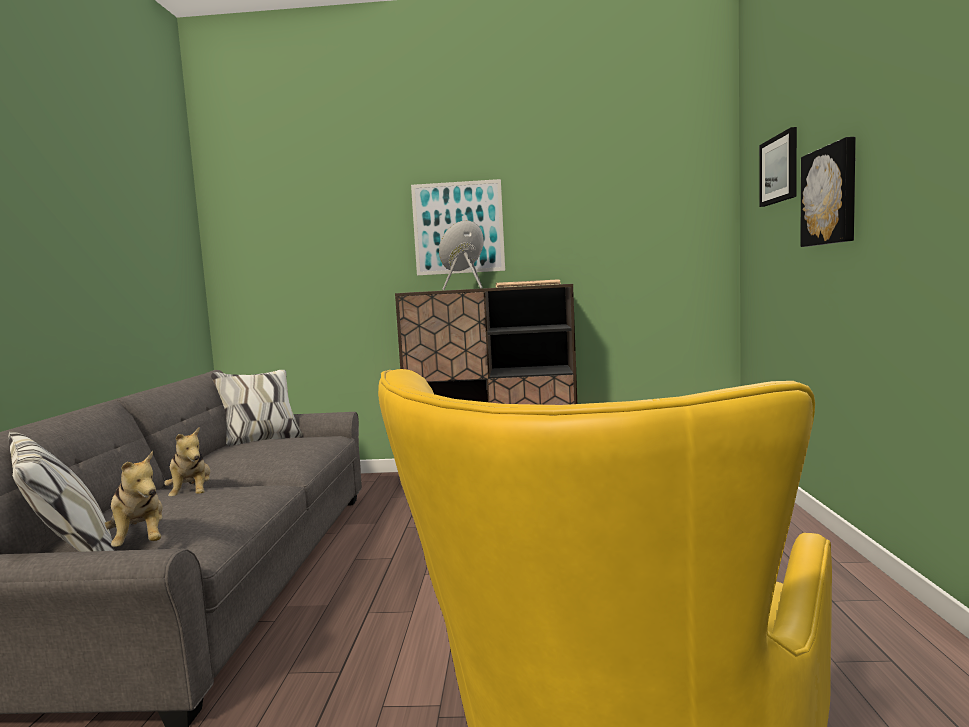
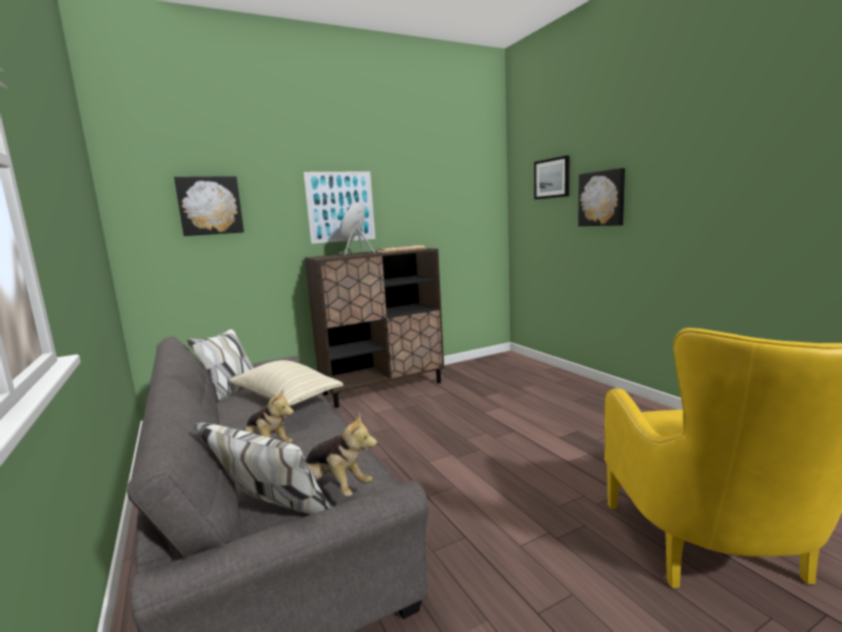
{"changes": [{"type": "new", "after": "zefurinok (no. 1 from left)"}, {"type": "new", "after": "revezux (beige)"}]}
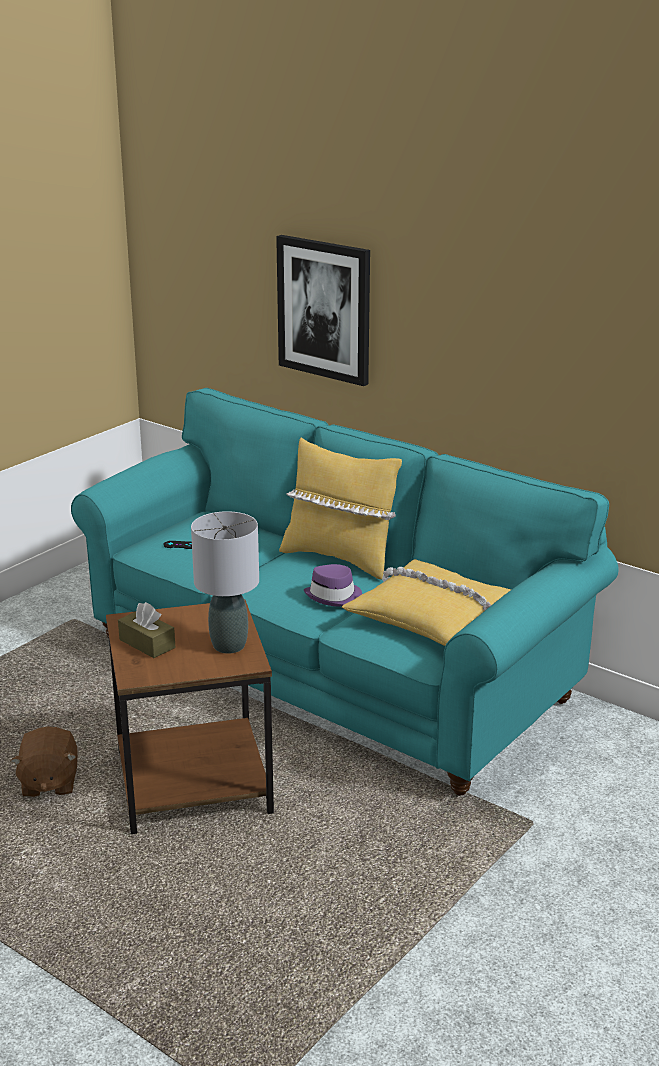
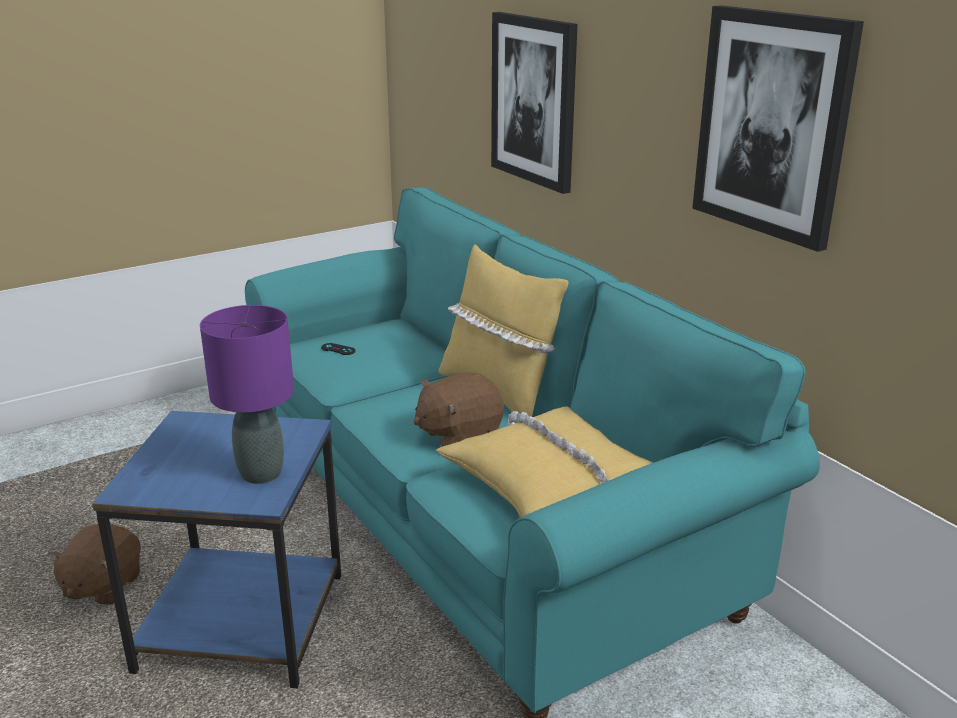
{"changes": [{"type": "repainted", "before": "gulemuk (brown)", "after": "gulemuk (blue)"}, {"type": "gone", "before": "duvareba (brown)"}, {"type": "repainted", "before": "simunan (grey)", "after": "simunan (purple)"}, {"type": "swapped", "before": "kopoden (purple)", "after": "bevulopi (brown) (no. 2 from left)"}, {"type": "new", "after": "zefurinok (no. 2 from left)"}]}
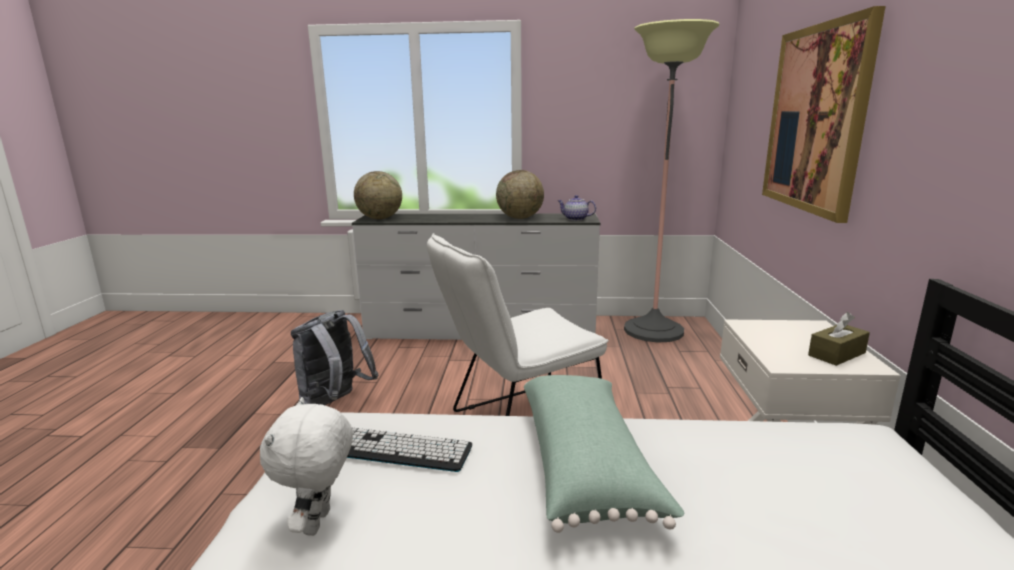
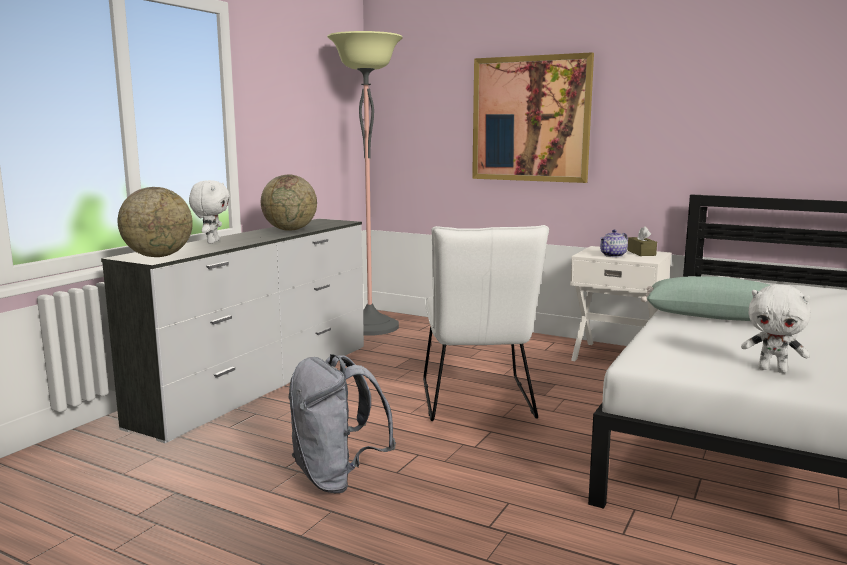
{"changes": [{"type": "gone", "before": "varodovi"}, {"type": "shifted", "before": "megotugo"}, {"type": "new", "after": "bevulopi (white) (no. 1 from left)"}]}
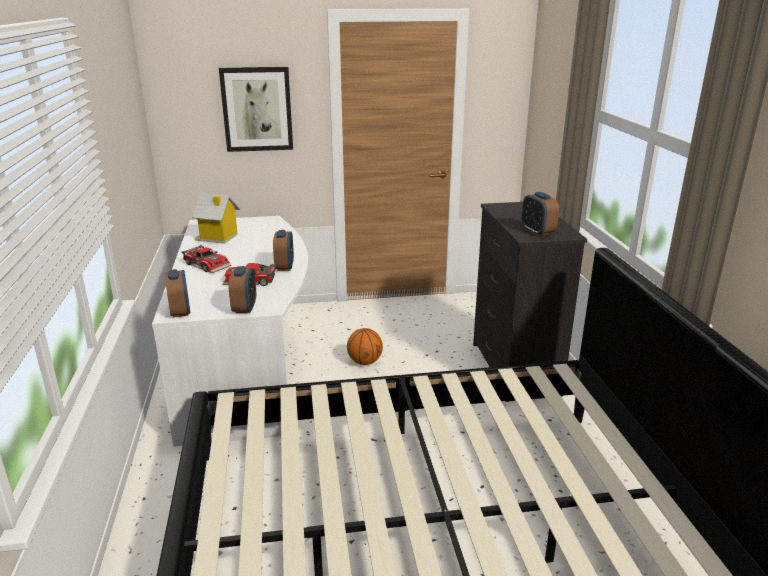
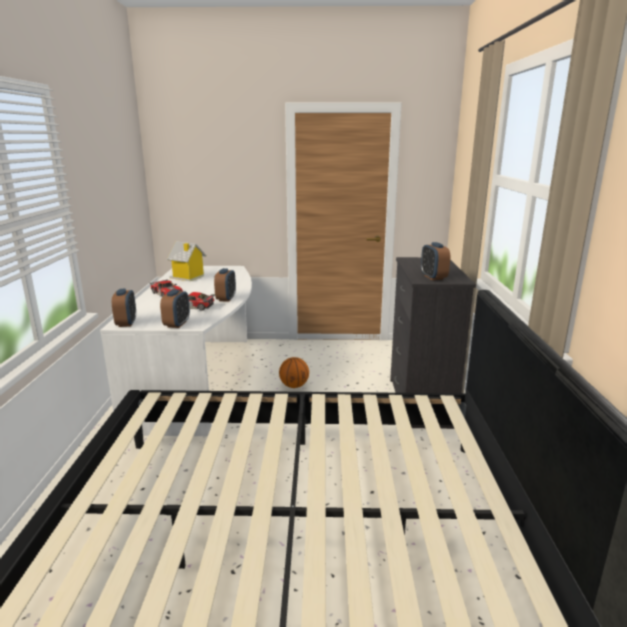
{"changes": [{"type": "gone", "before": "zefurinok"}]}
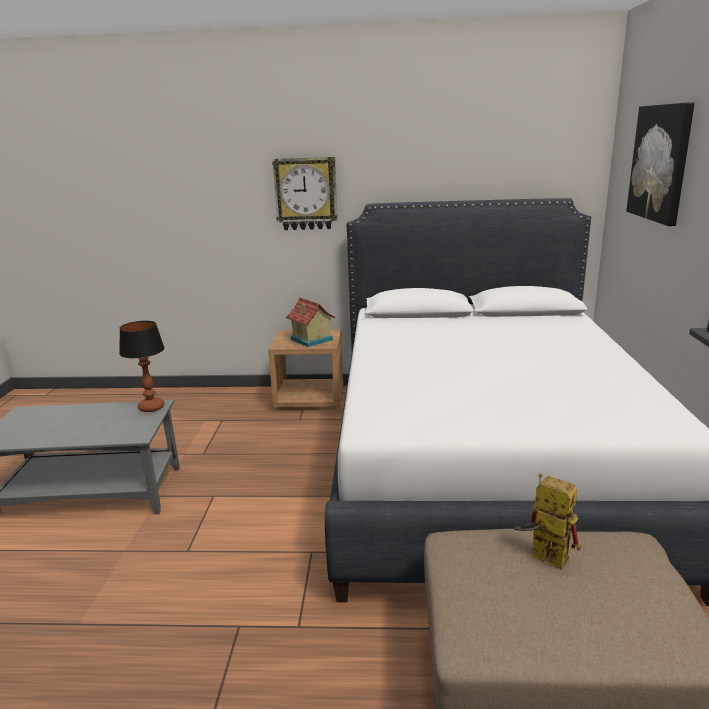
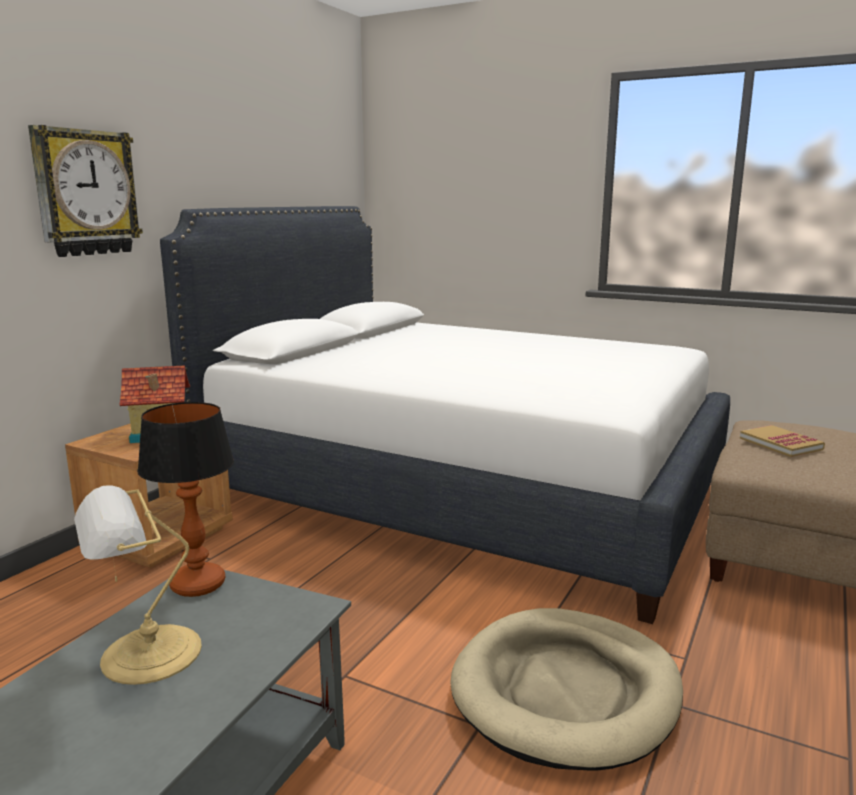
{"changes": [{"type": "swapped", "before": "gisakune", "after": "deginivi"}, {"type": "gone", "before": "zefurinok"}, {"type": "new", "after": "simunan (no. 1 from left)"}, {"type": "new", "after": "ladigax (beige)"}]}
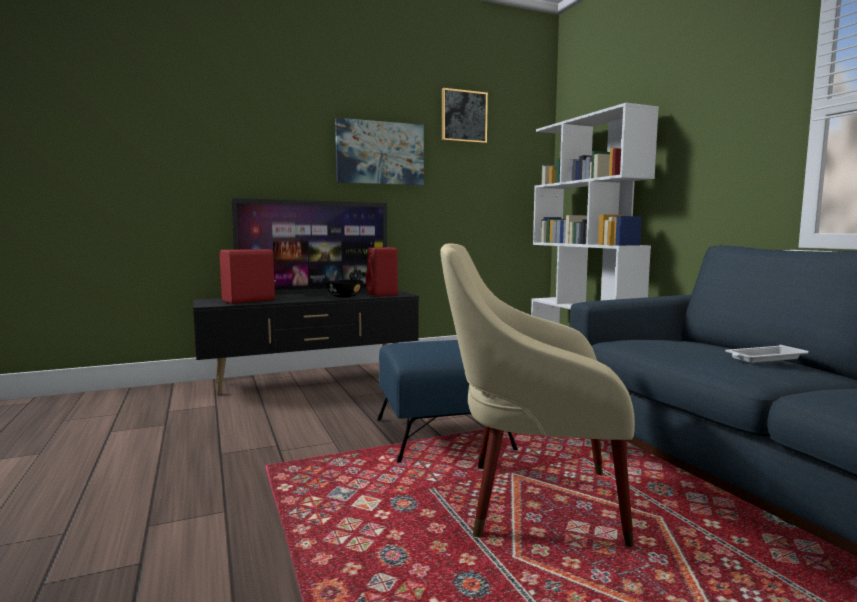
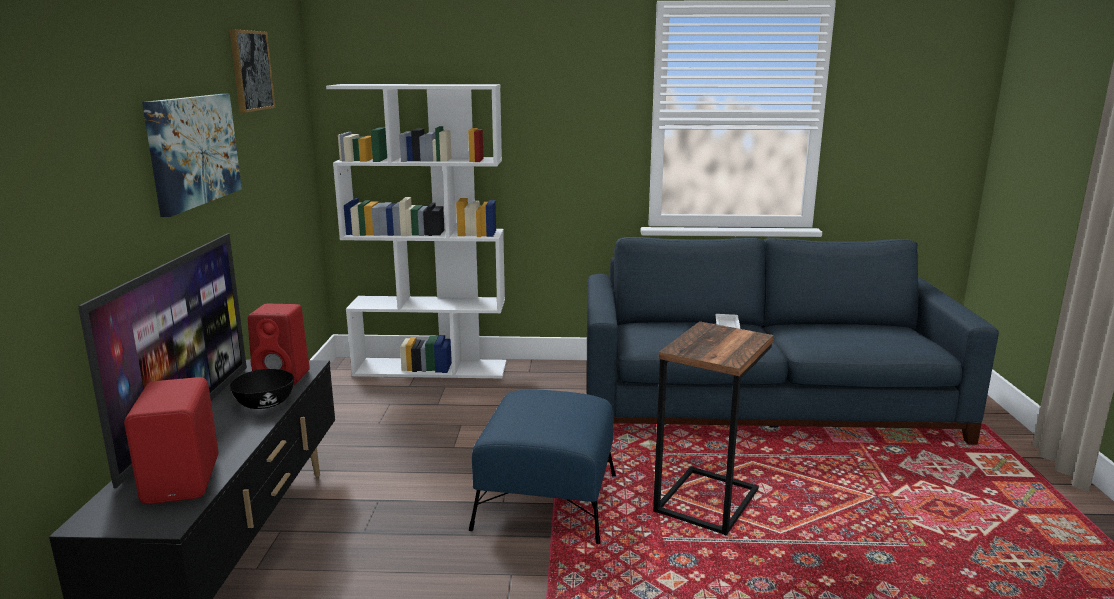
{"changes": [{"type": "swapped", "before": "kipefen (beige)", "after": "gulemuk"}]}
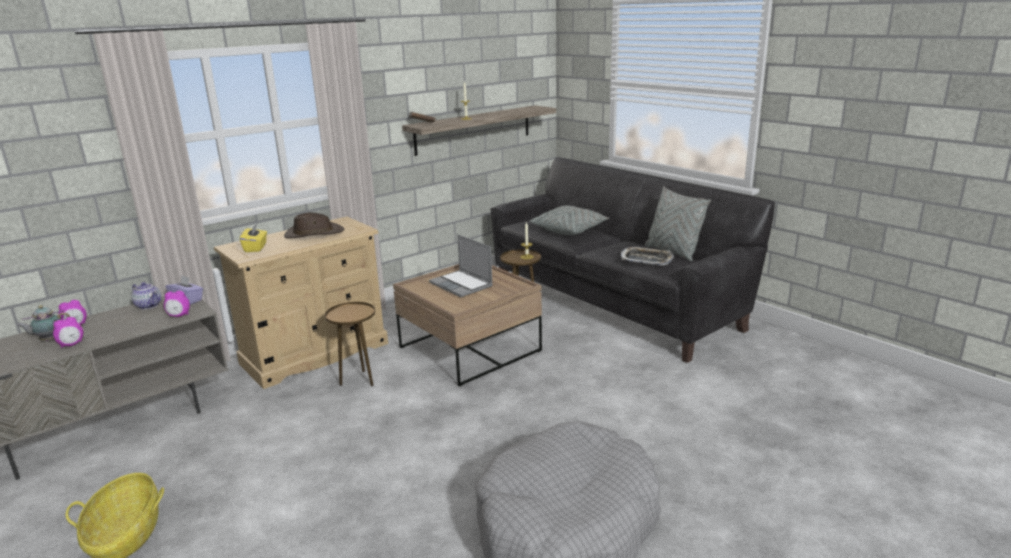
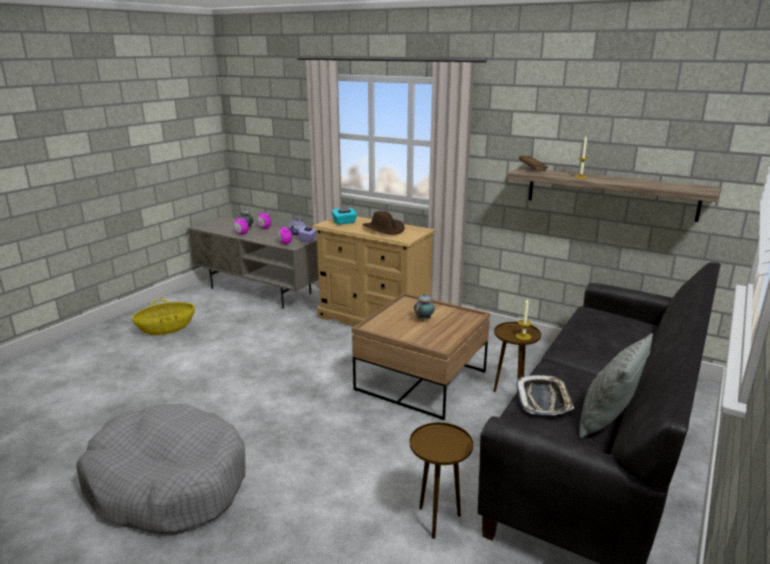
{"changes": [{"type": "repainted", "before": "duvareba (yellow)", "after": "duvareba (turquoise)"}, {"type": "shifted", "before": "gulemuk (brown) (no. 1 from left)"}, {"type": "swapped", "before": "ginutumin", "after": "megotugo (no. 3 from left)"}, {"type": "gone", "before": "revezux (grey) (no. 1 from left)"}]}
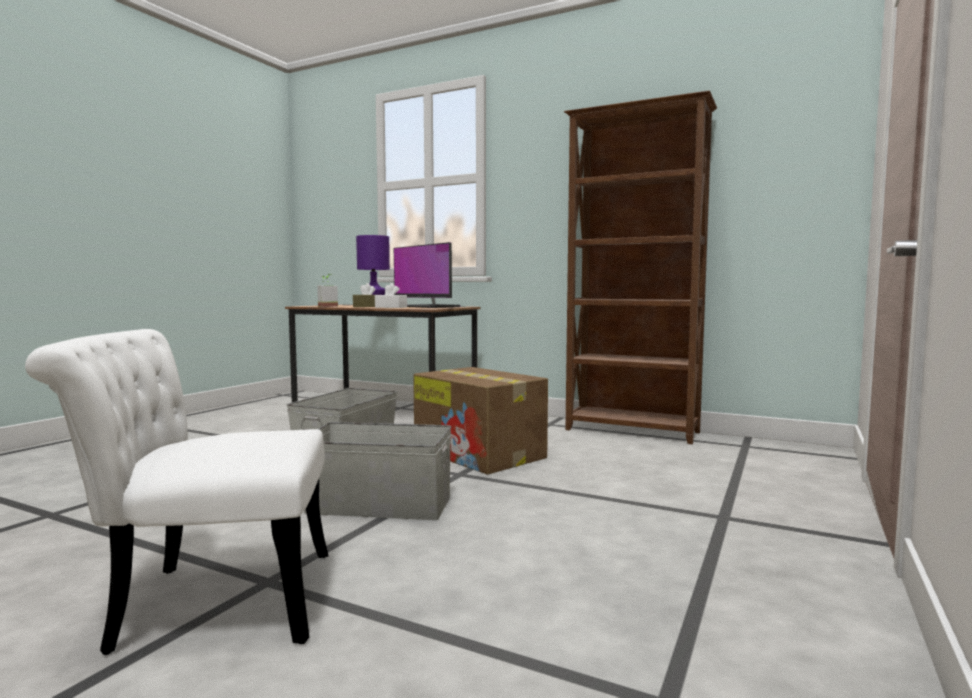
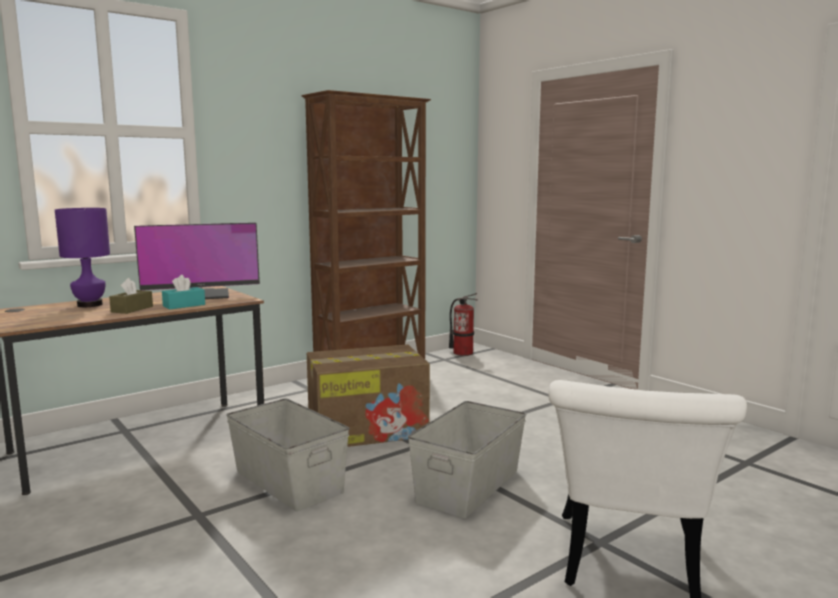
{"changes": [{"type": "gone", "before": "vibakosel"}, {"type": "repainted", "before": "duvareba (white)", "after": "duvareba (turquoise)"}, {"type": "new", "after": "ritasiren"}]}
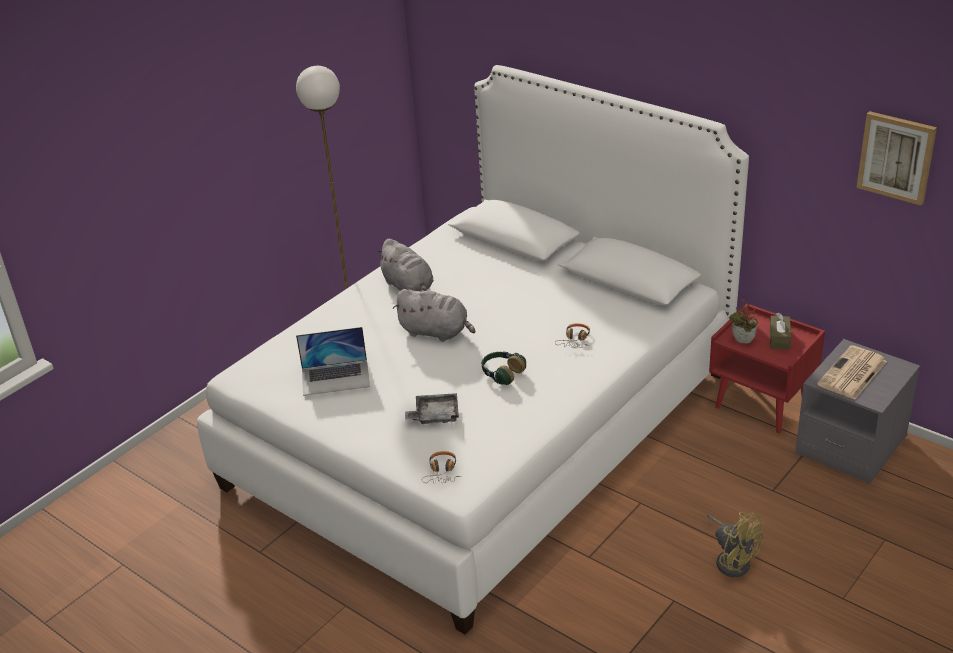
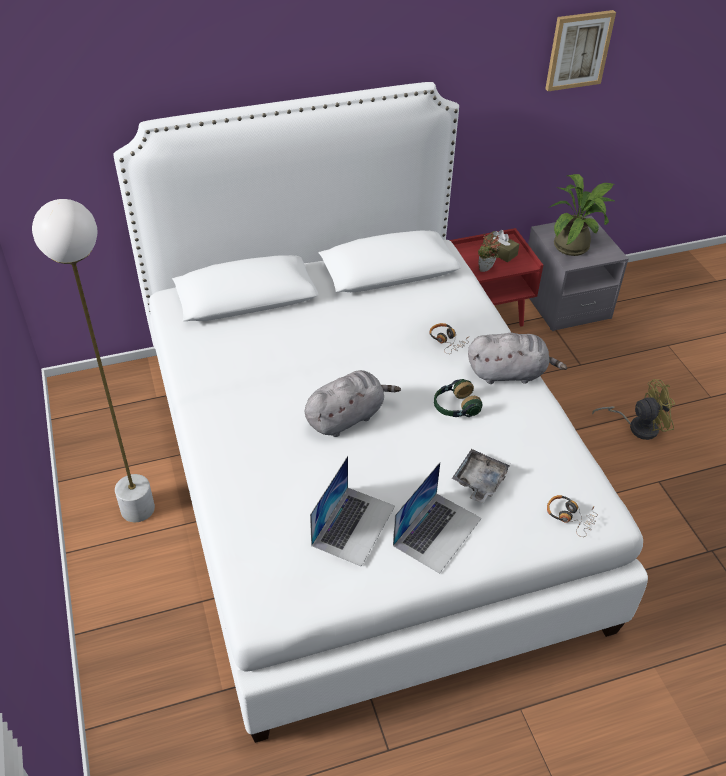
{"changes": [{"type": "shifted", "before": "bevulopi (grey) (no. 1 from left in the first image)", "after": "bevulopi (grey) (no. 2 from left)"}, {"type": "swapped", "before": "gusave", "after": "vibakosel (no. 2 from left)"}, {"type": "new", "after": "ginutumin (no. 2 from left)"}]}
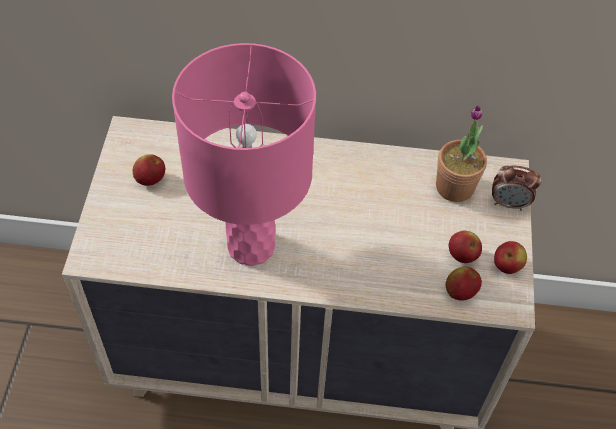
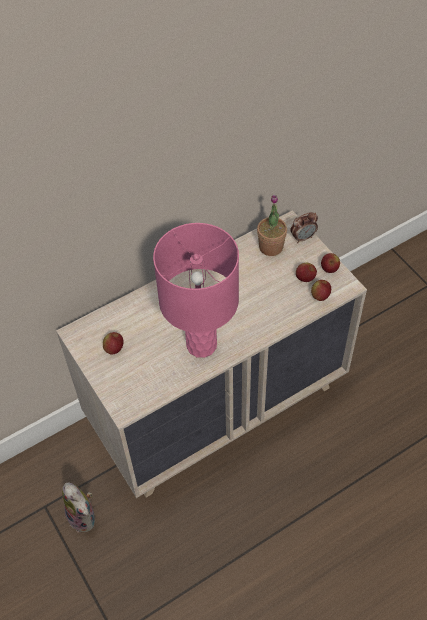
{"changes": [{"type": "new", "after": "bevulopi"}]}
